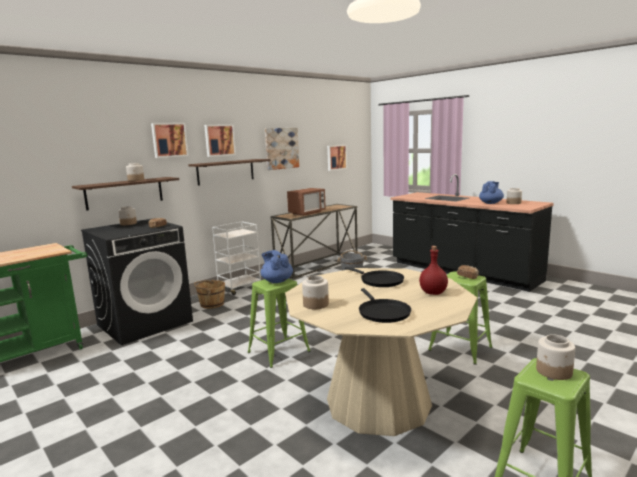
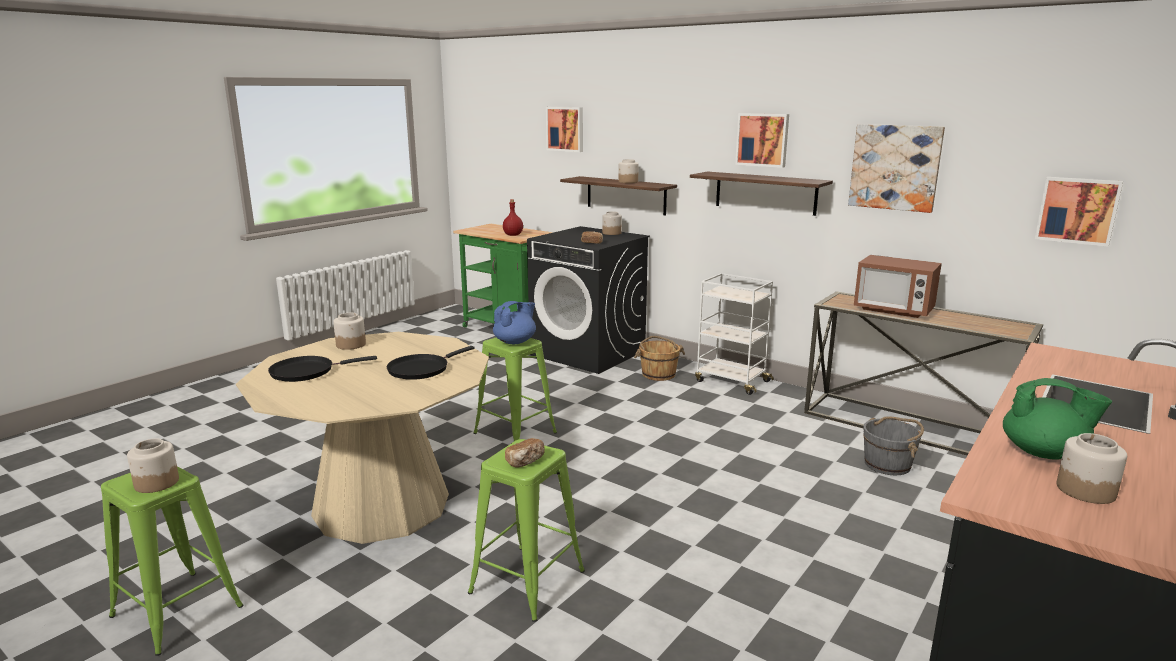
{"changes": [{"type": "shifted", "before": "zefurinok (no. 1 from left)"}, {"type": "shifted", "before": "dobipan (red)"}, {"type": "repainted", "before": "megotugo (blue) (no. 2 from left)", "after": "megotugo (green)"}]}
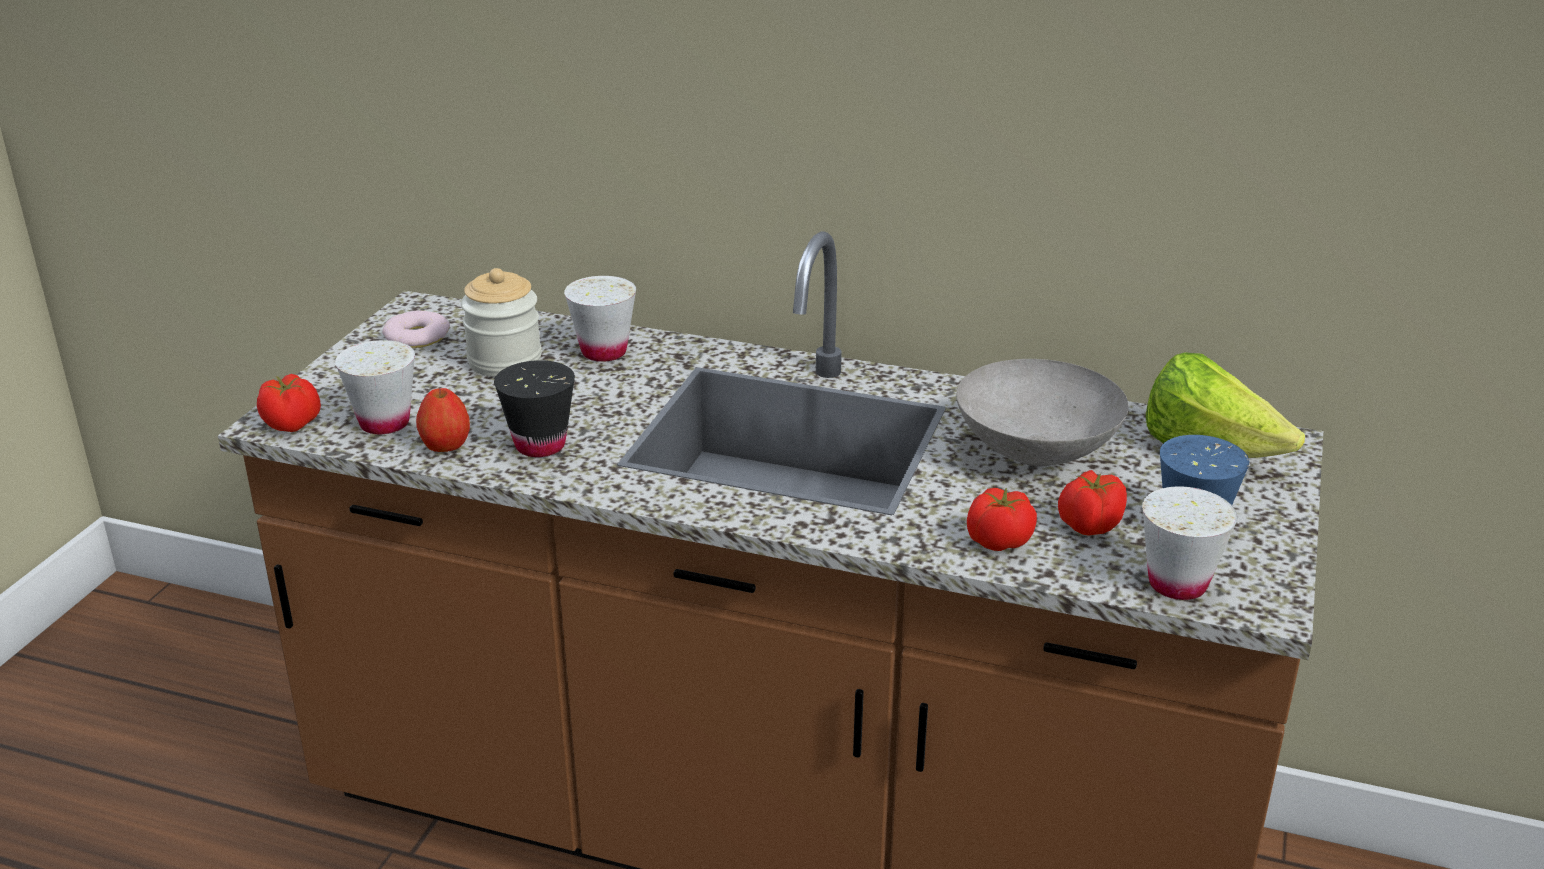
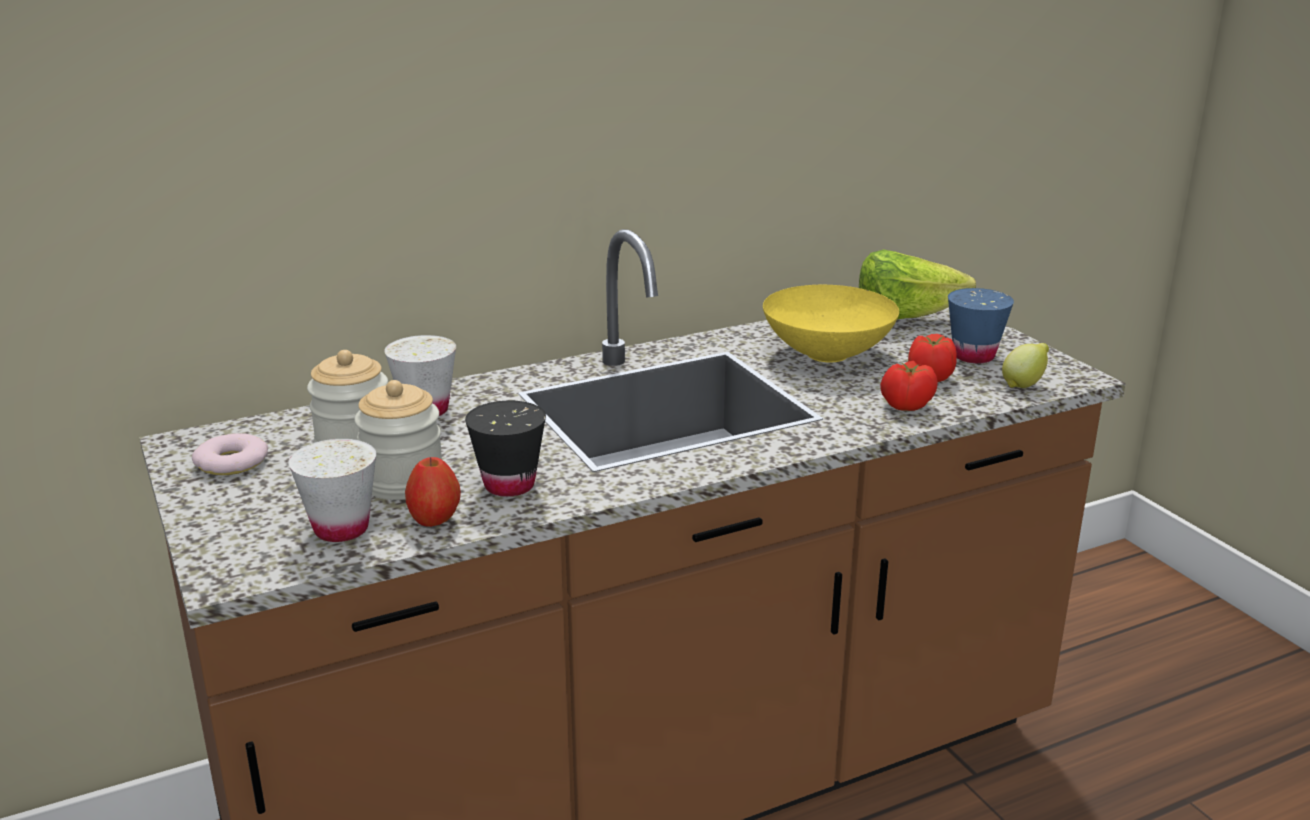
{"changes": [{"type": "gone", "before": "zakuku (no. 1 from left)"}, {"type": "repainted", "before": "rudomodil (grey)", "after": "rudomodil (yellow)"}, {"type": "swapped", "before": "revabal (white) (no. 3 from left)", "after": "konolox"}, {"type": "new", "after": "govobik (no. 2 from left)"}]}
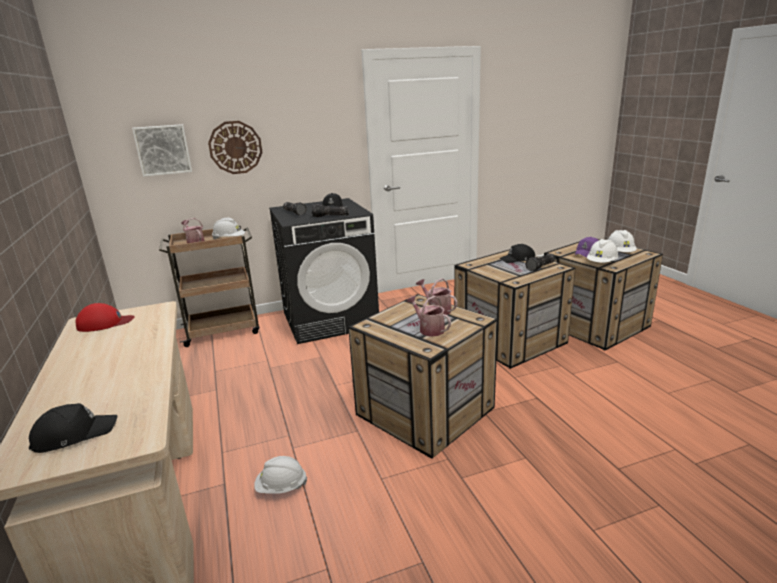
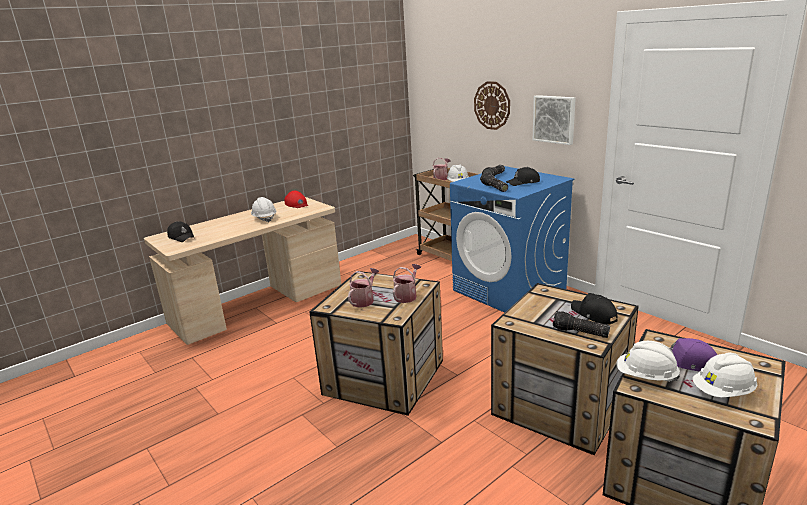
{"changes": [{"type": "shifted", "before": "zefurinok"}, {"type": "shifted", "before": "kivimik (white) (no. 2 from left in the first image)", "after": "kivimik (white) (no. 1 from left)"}, {"type": "repainted", "before": "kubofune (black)", "after": "kubofune (blue)"}]}
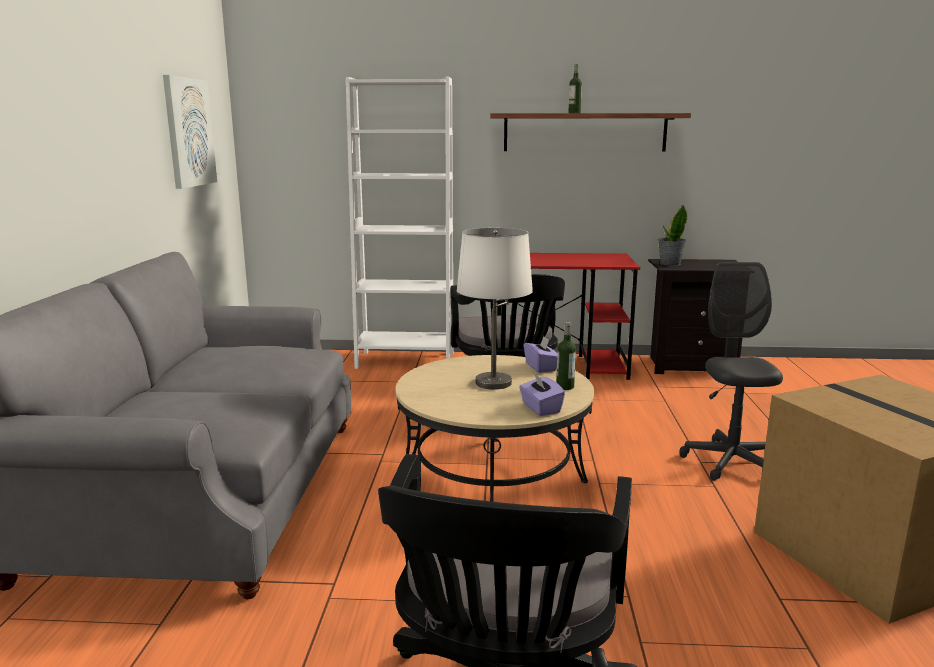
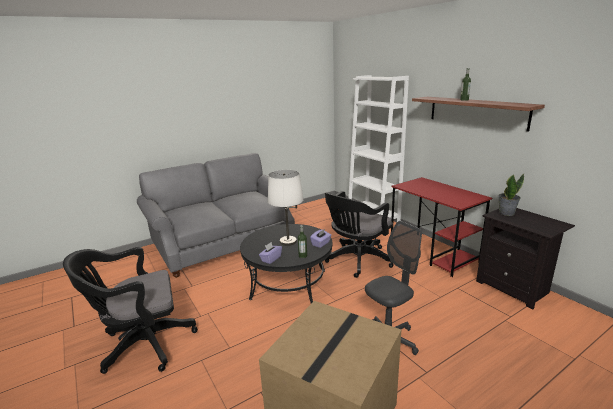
{"changes": [{"type": "gone", "before": "zefurinok"}, {"type": "repainted", "before": "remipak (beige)", "after": "remipak (black)"}]}
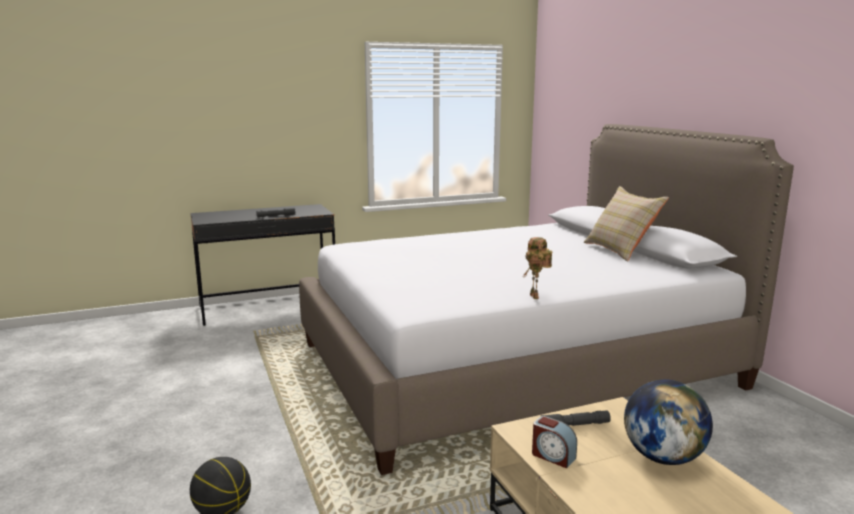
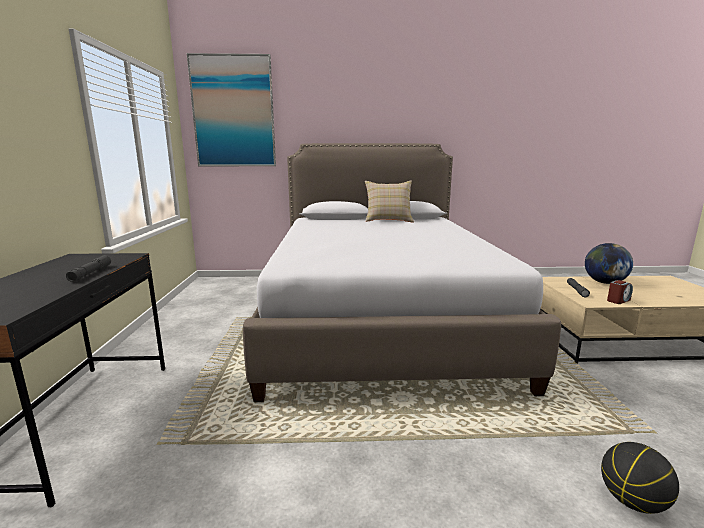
{"changes": [{"type": "gone", "before": "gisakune"}, {"type": "new", "after": "zefurinok"}]}
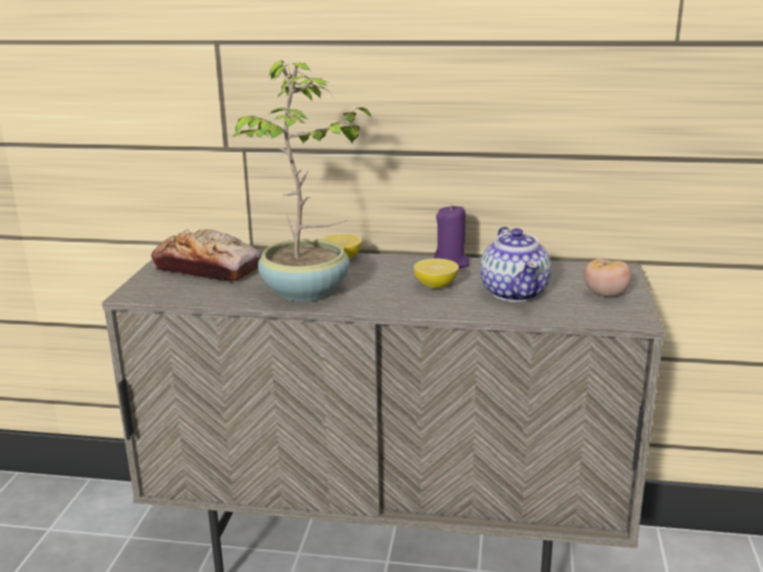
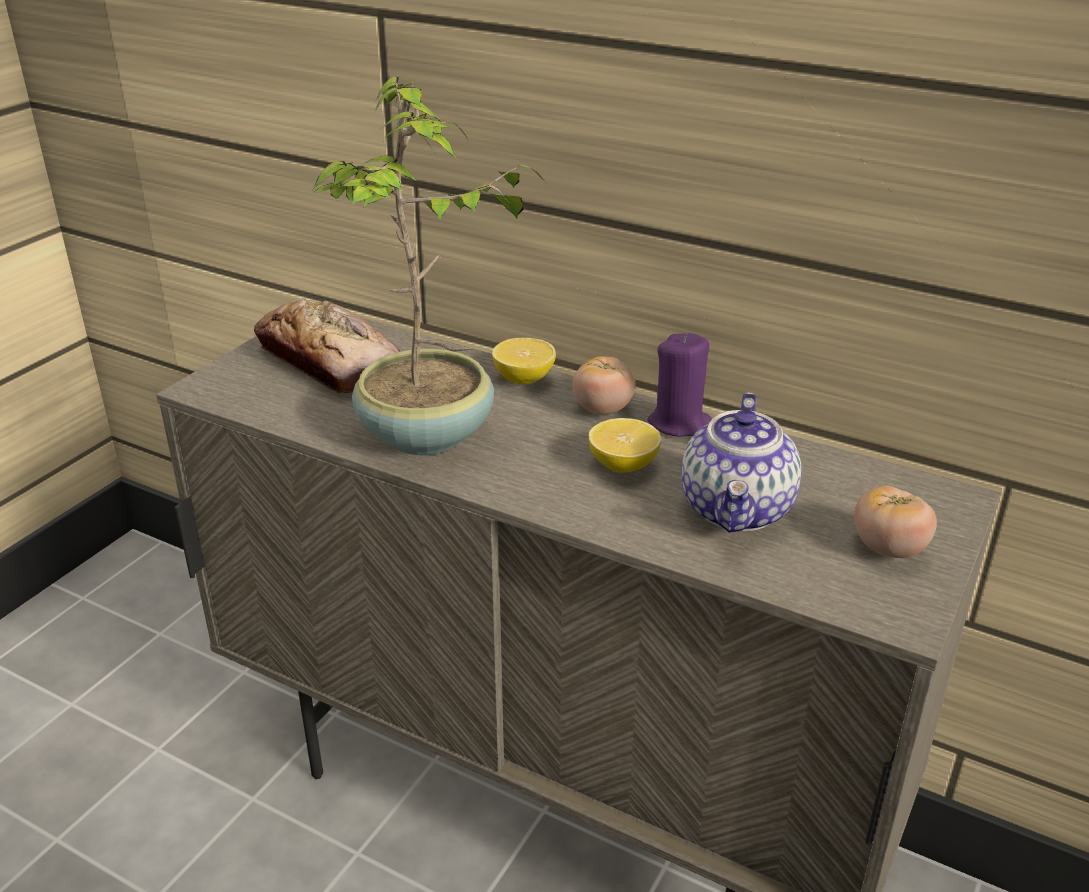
{"changes": [{"type": "new", "after": "zakuku (no. 1 from left)"}]}
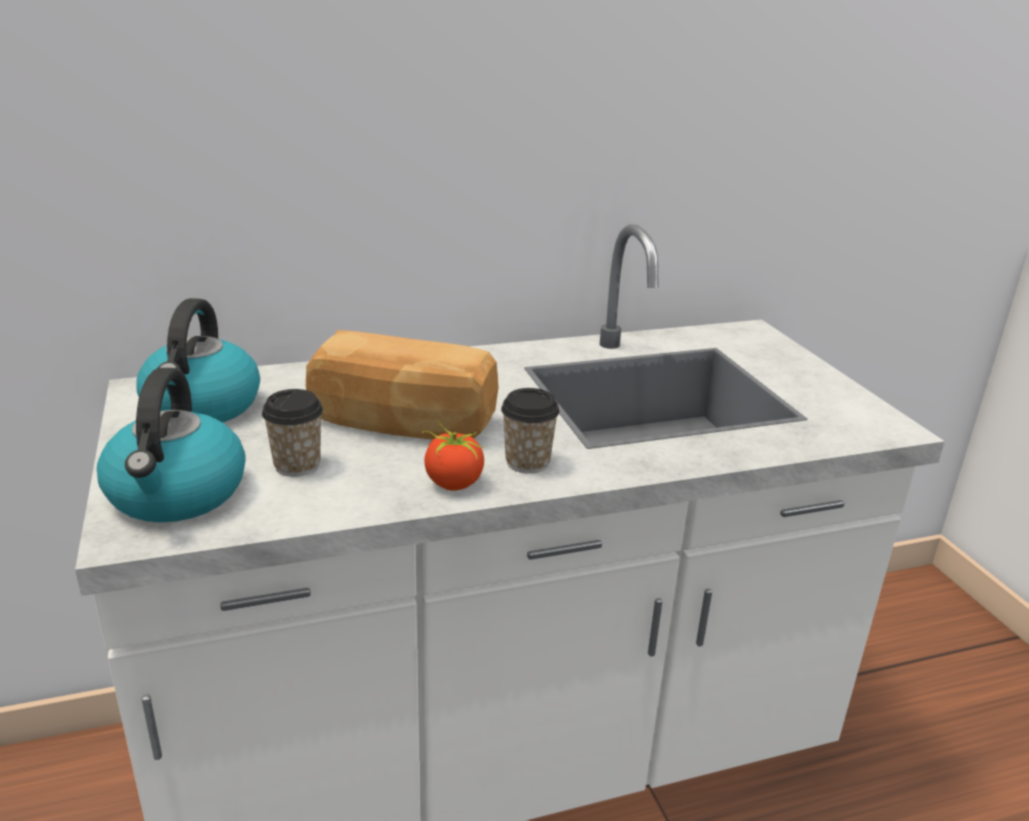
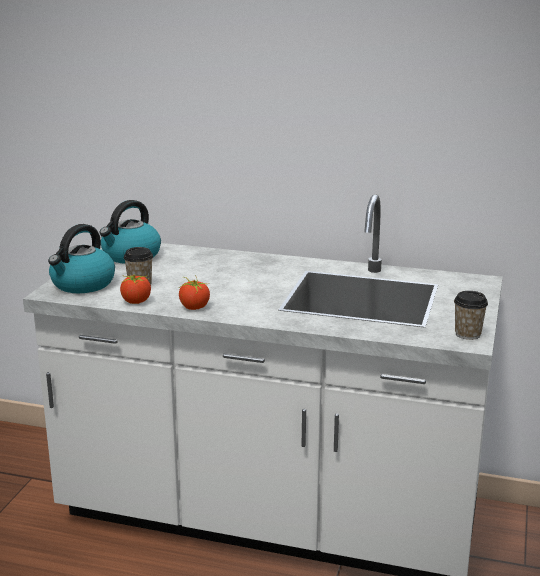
{"changes": [{"type": "gone", "before": "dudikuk"}, {"type": "shifted", "before": "revabal (no. 2 from left)"}, {"type": "new", "after": "zakuku (no. 1 from left)"}]}
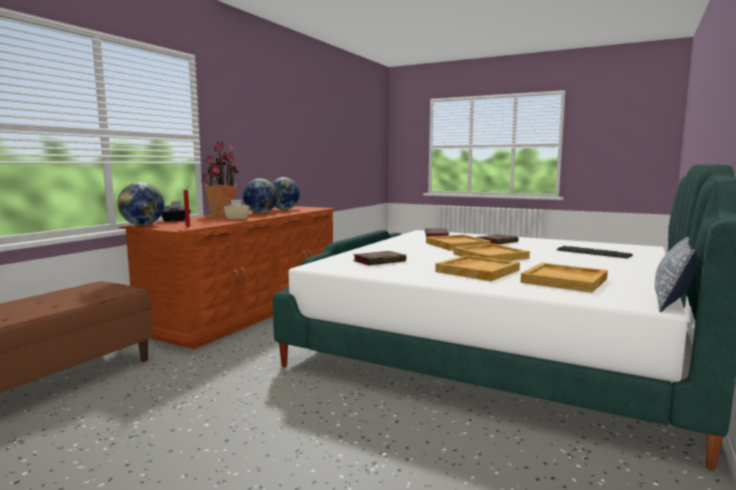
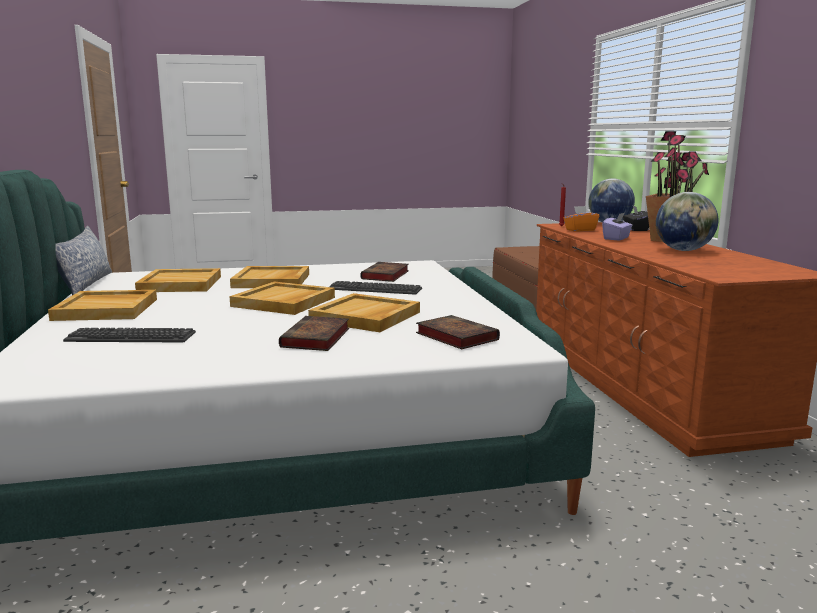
{"changes": [{"type": "repainted", "before": "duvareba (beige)", "after": "duvareba (purple)"}, {"type": "gone", "before": "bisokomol (no. 3 from left)"}, {"type": "new", "after": "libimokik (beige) (no. 1 from left)"}, {"type": "new", "after": "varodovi (no. 2 from left)"}, {"type": "new", "after": "duvareba (orange)"}]}
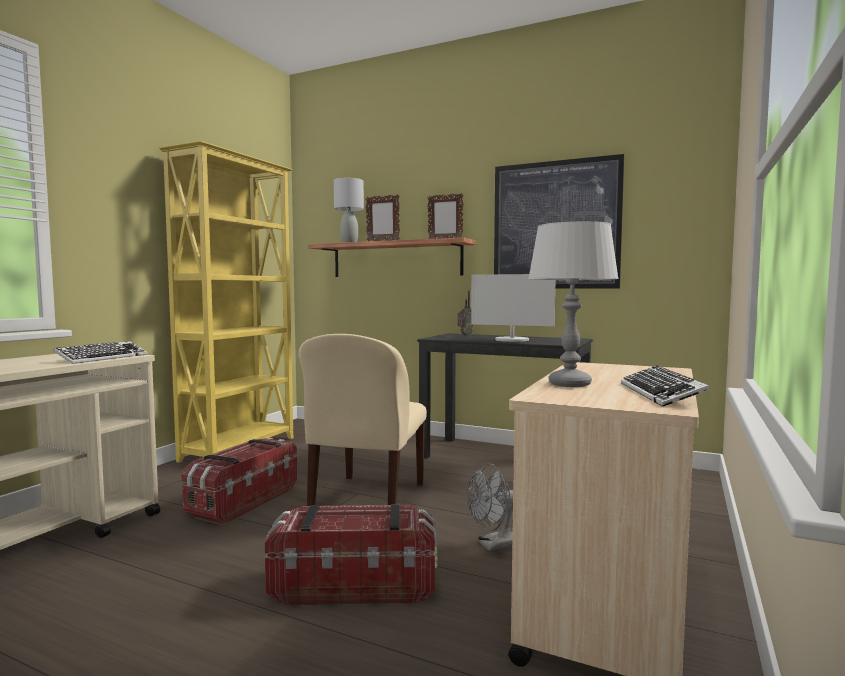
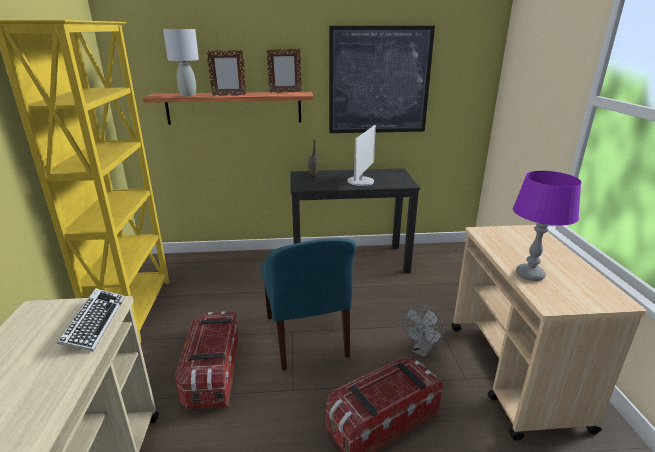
{"changes": [{"type": "repainted", "before": "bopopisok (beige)", "after": "bopopisok (blue)"}, {"type": "rotated", "before": "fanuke", "turn": -60}, {"type": "repainted", "before": "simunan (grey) (no. 2 from left)", "after": "simunan (purple)"}, {"type": "gone", "before": "varodovi (no. 2 from left)"}]}
